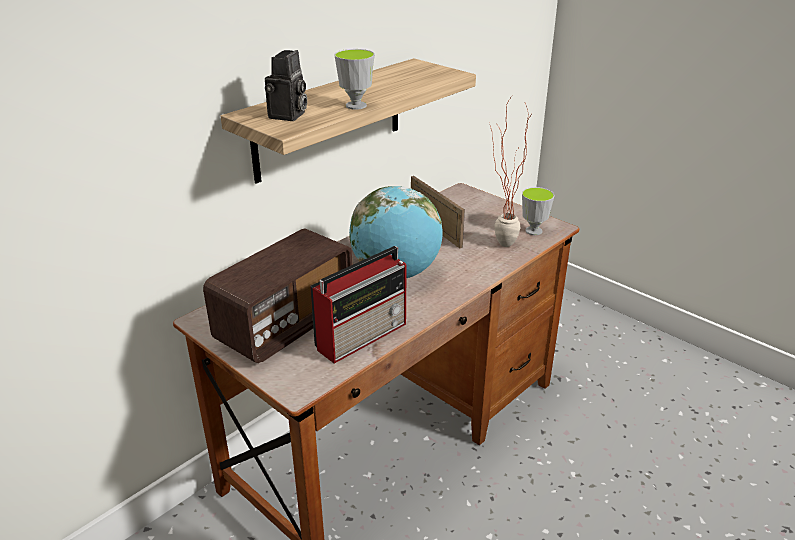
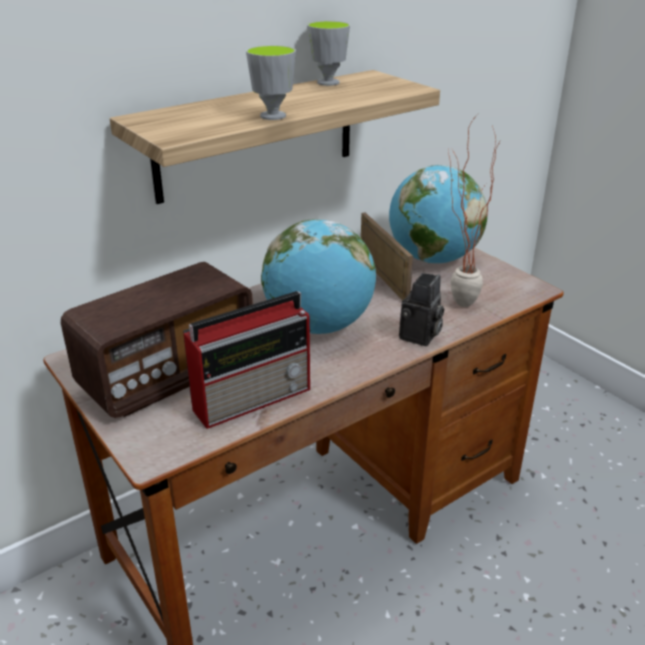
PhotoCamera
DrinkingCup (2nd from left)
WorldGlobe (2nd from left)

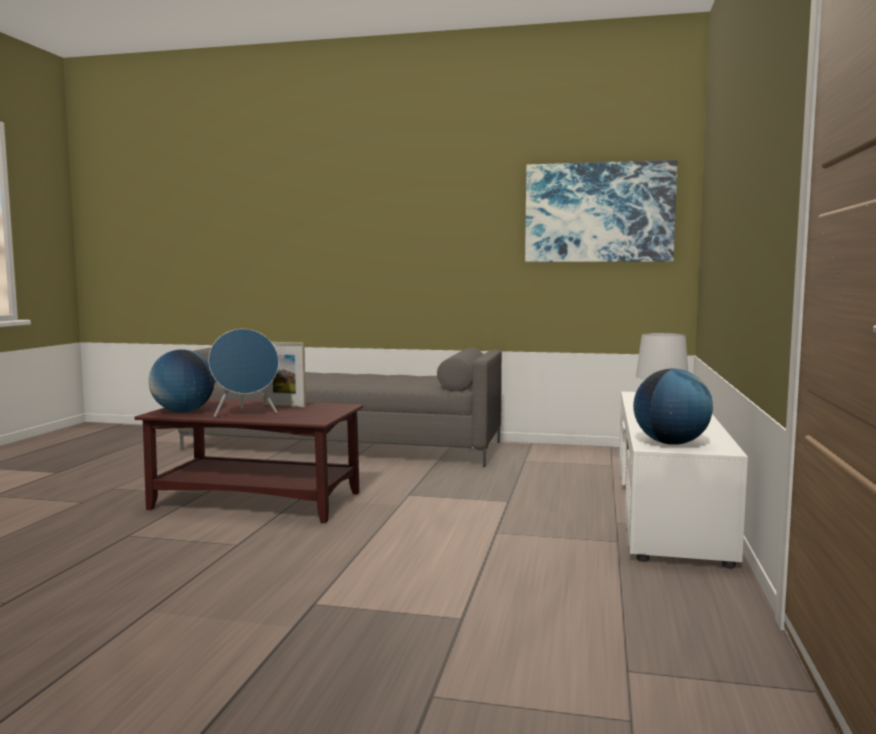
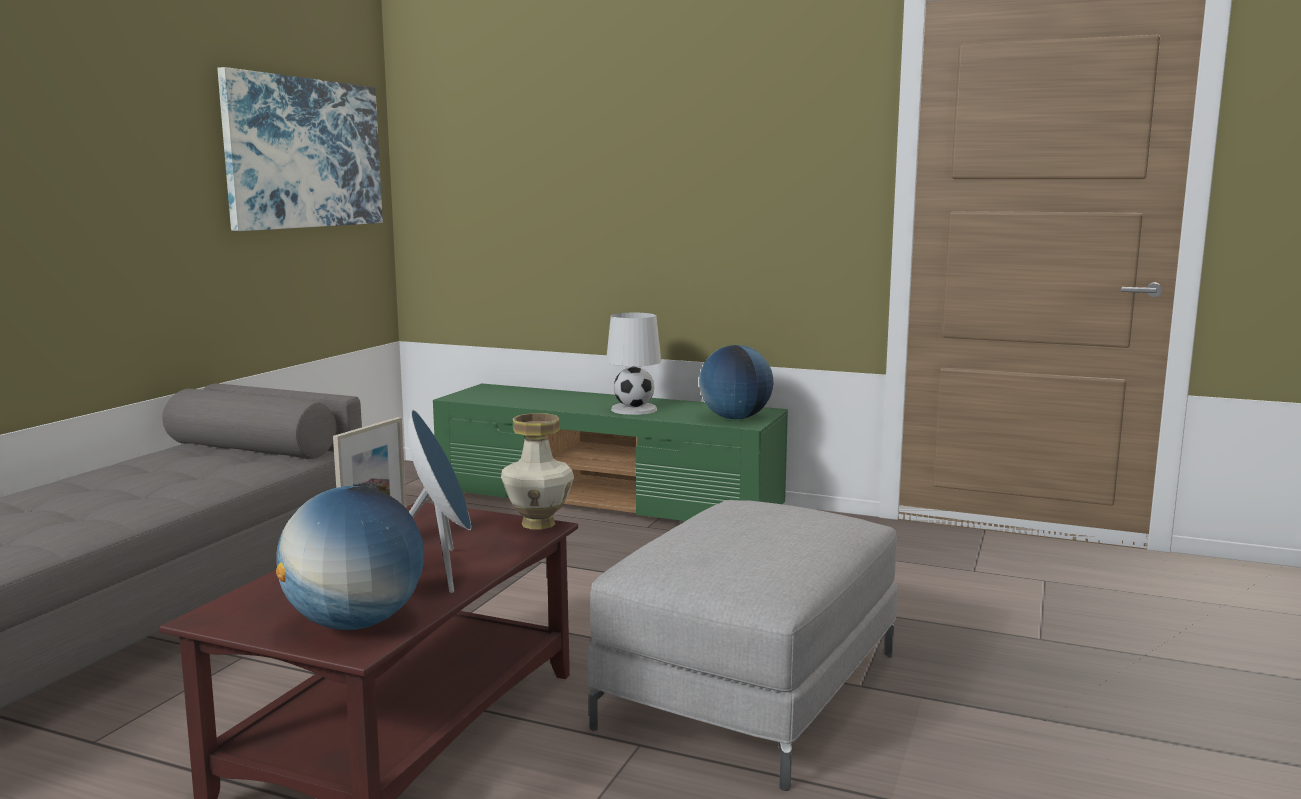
GreenTvUnit
Vase
GreyPouffe

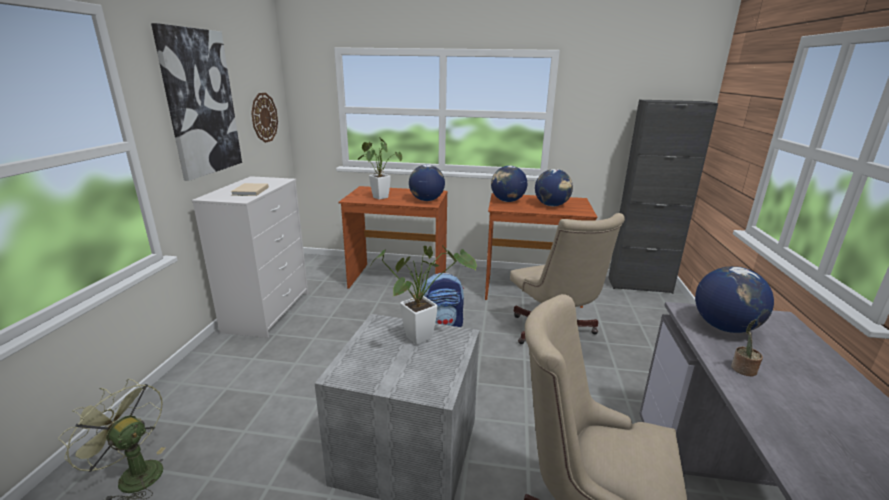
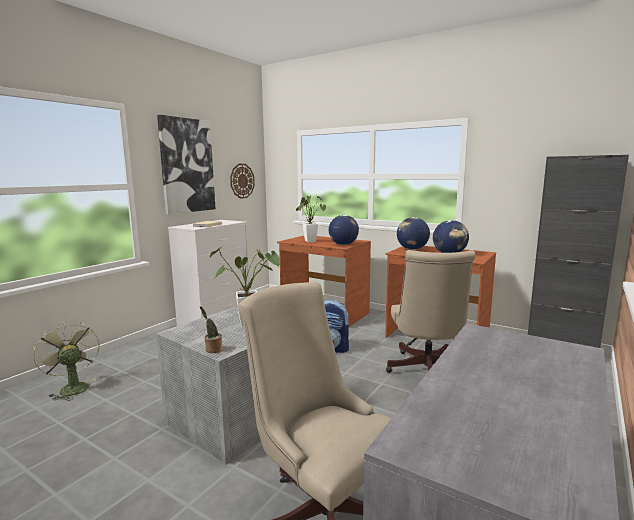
WorldGlobe (4th from left in the first image)
PlantInAPot (1st from left)

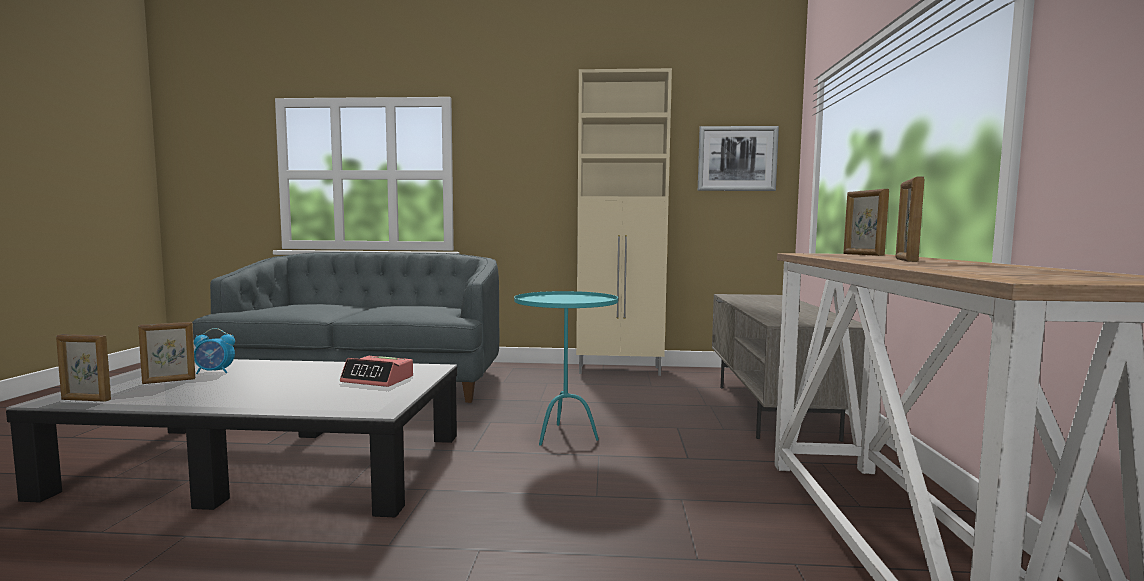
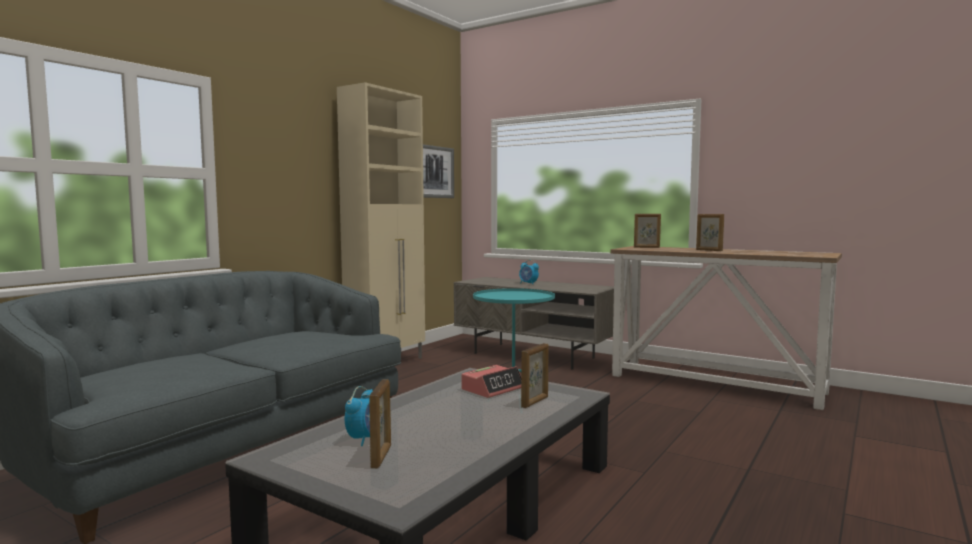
StandingFrame (2nd from left)
AlarmClock (3rd from left)

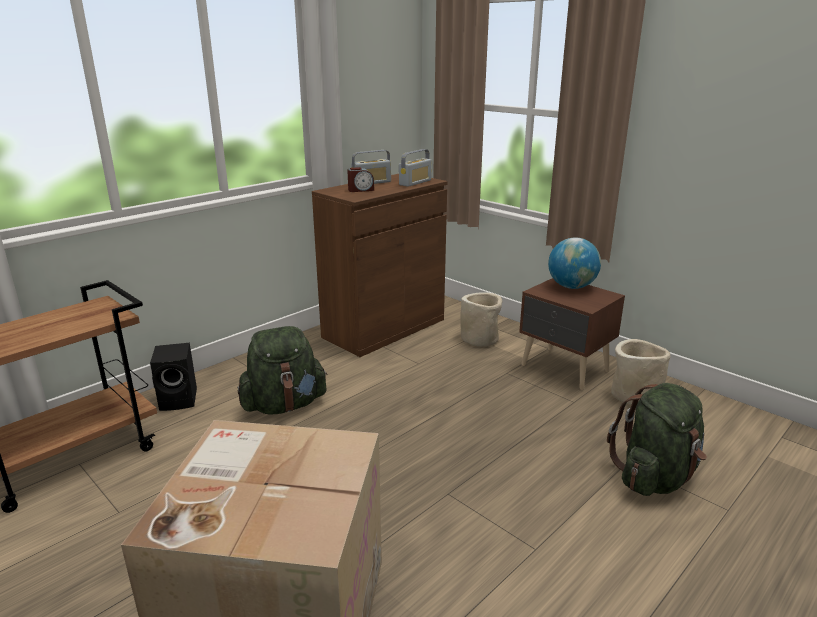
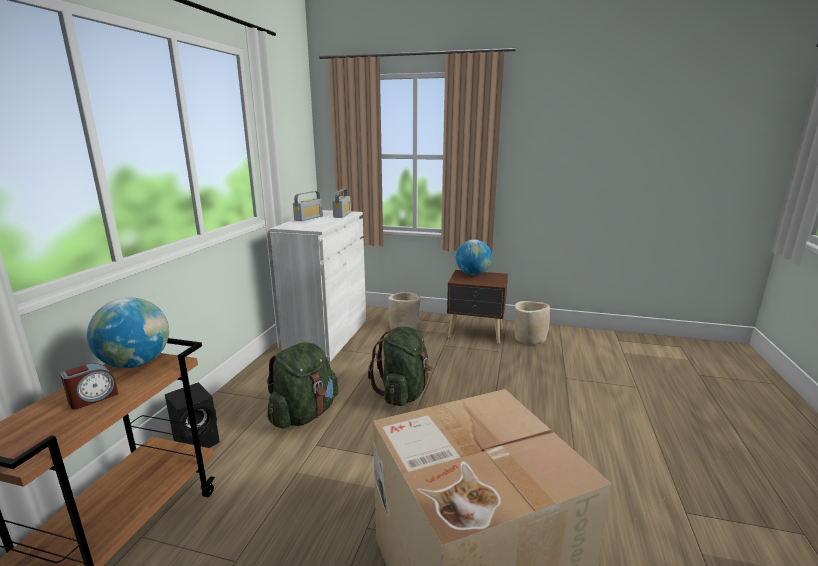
AlarmClock
WhiteStorageCabinet
GreenBackpack (2nd from left)
WorldGlobe (1st from left)

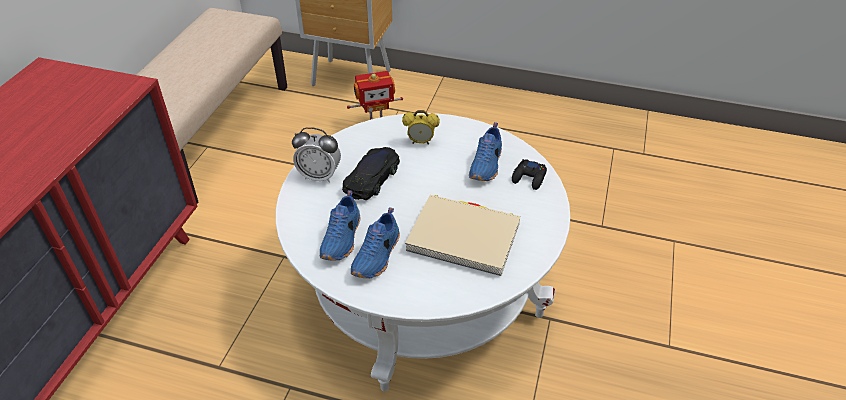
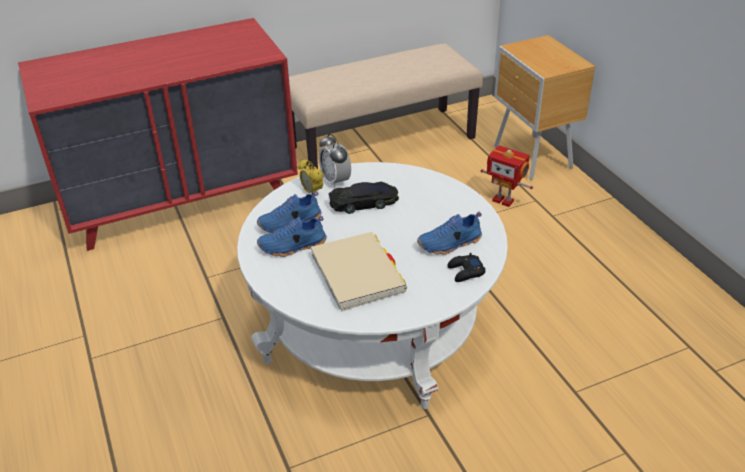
AlarmClock (1st from left)

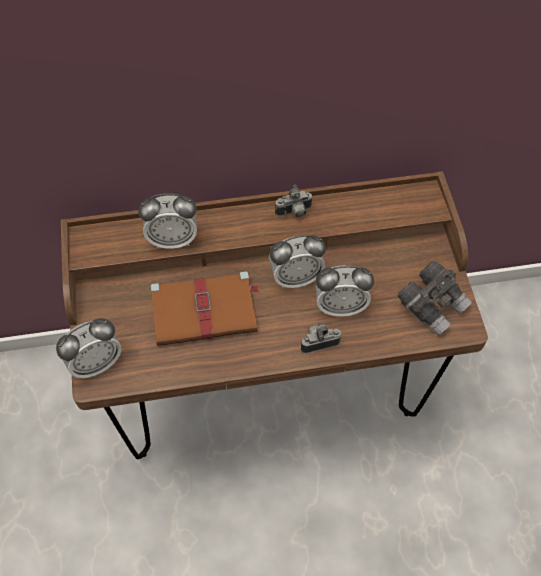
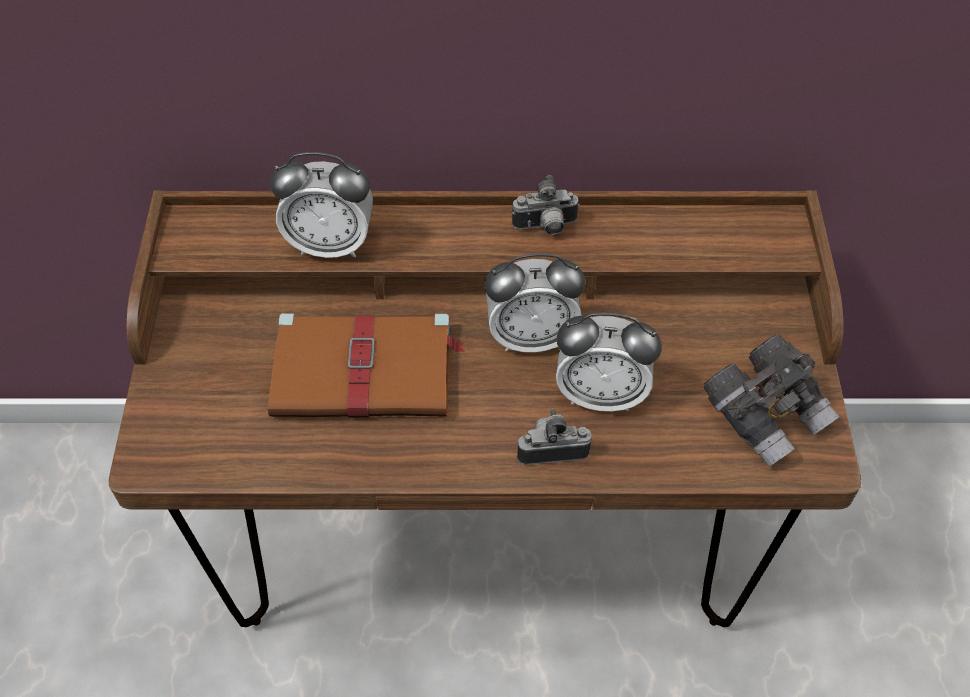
AlarmClock (1st from left in the first image)

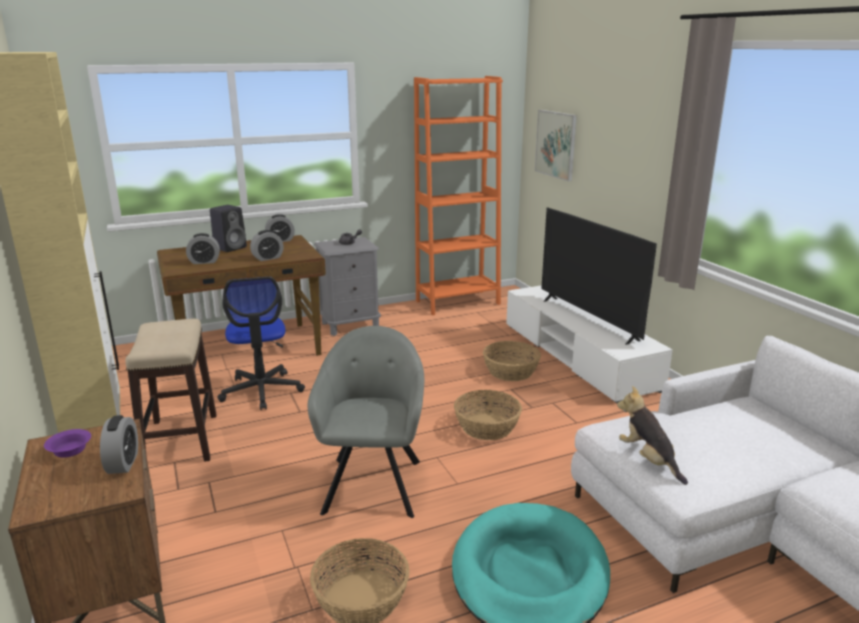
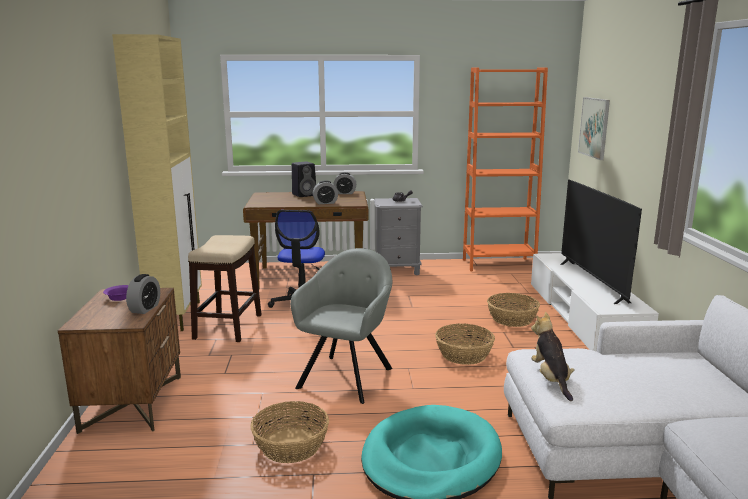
AlarmClock (2nd from left in the first image)

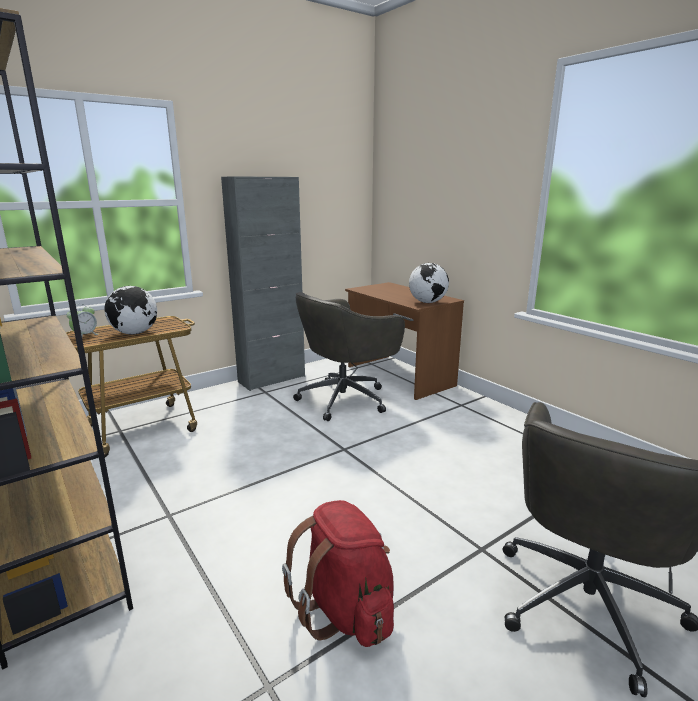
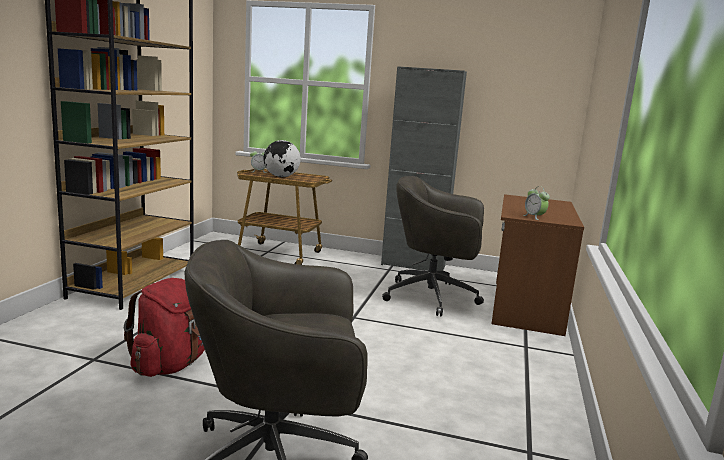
AlarmClock (2nd from left)

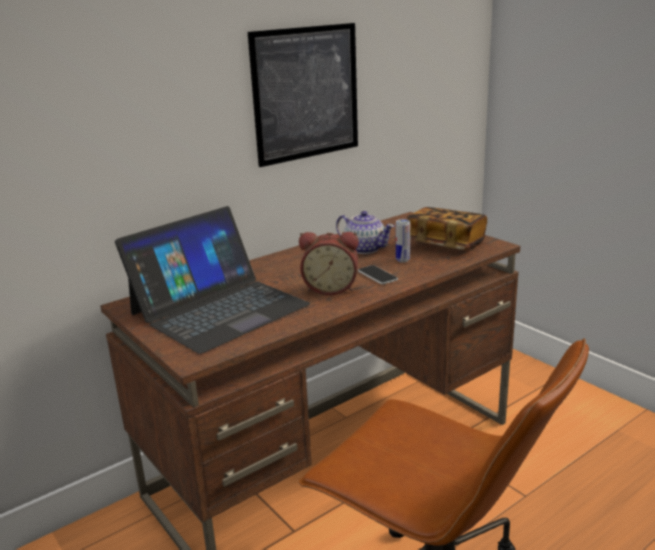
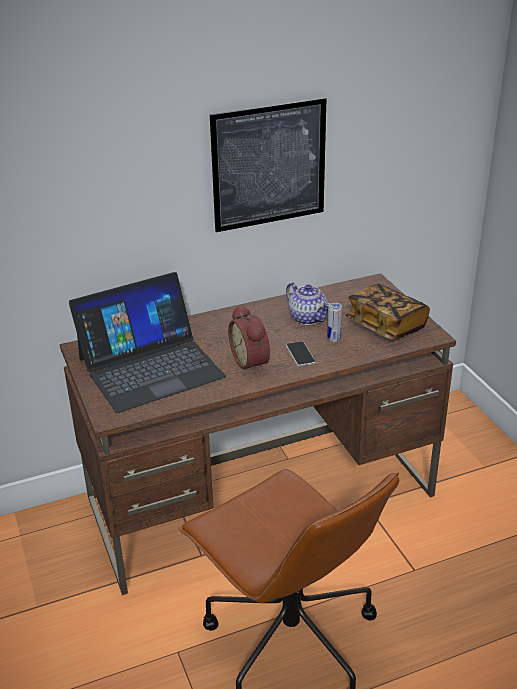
AlarmClock

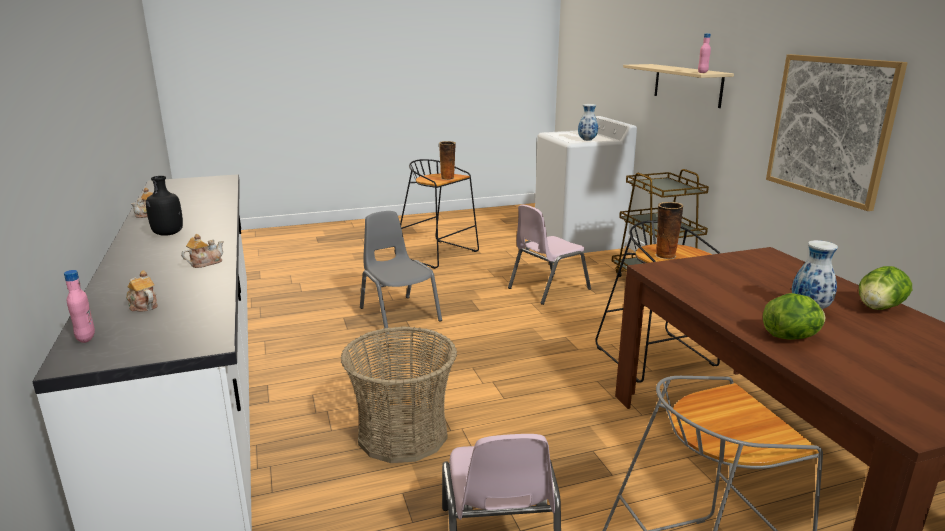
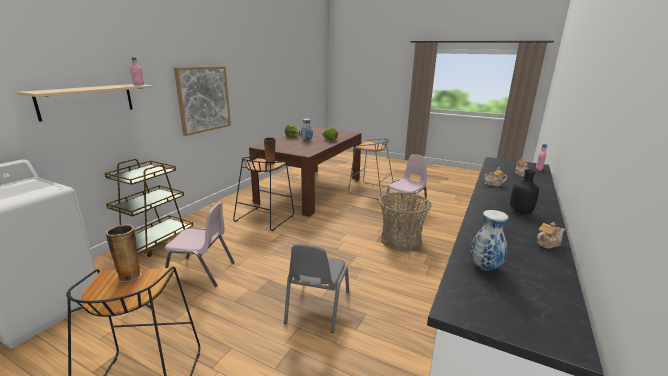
Vase (4th from left)

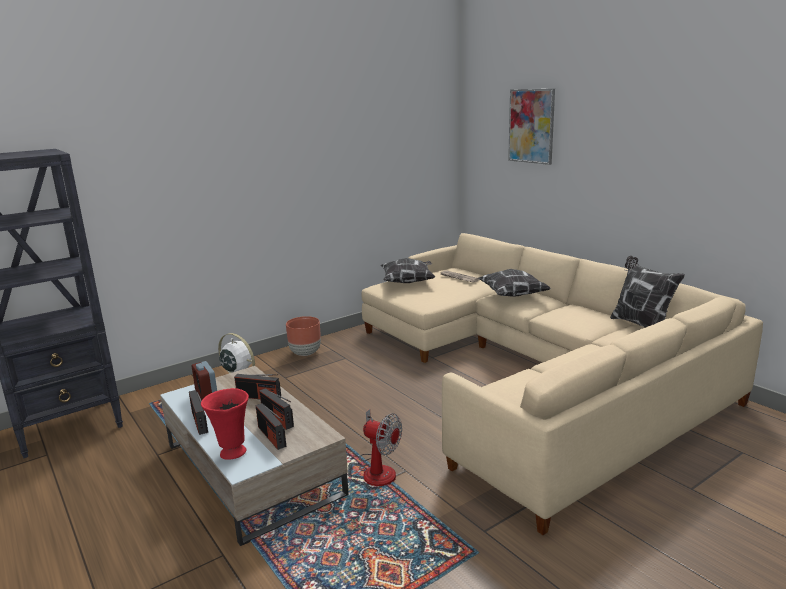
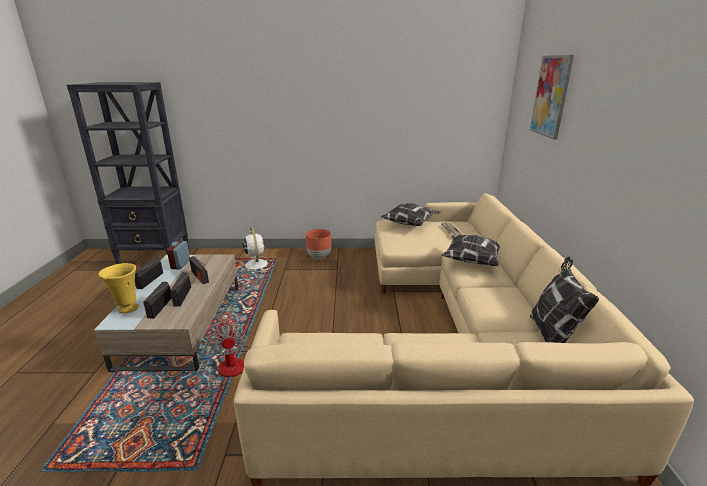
YellowColouredVase

